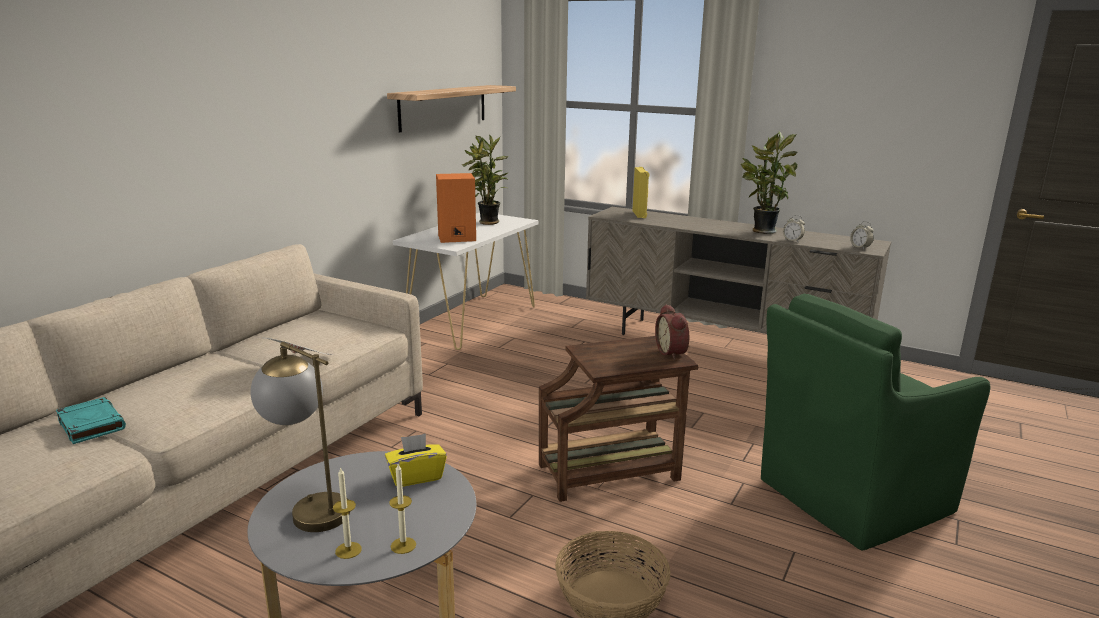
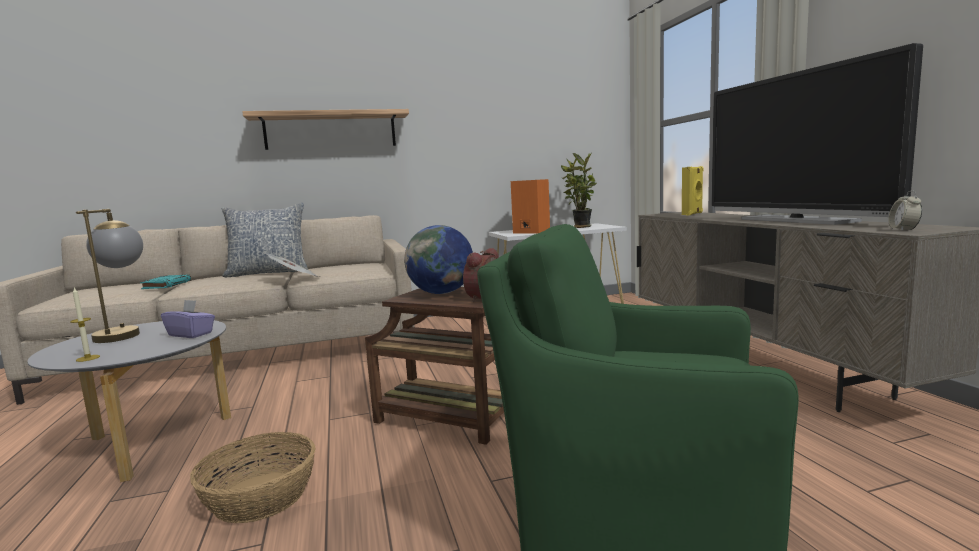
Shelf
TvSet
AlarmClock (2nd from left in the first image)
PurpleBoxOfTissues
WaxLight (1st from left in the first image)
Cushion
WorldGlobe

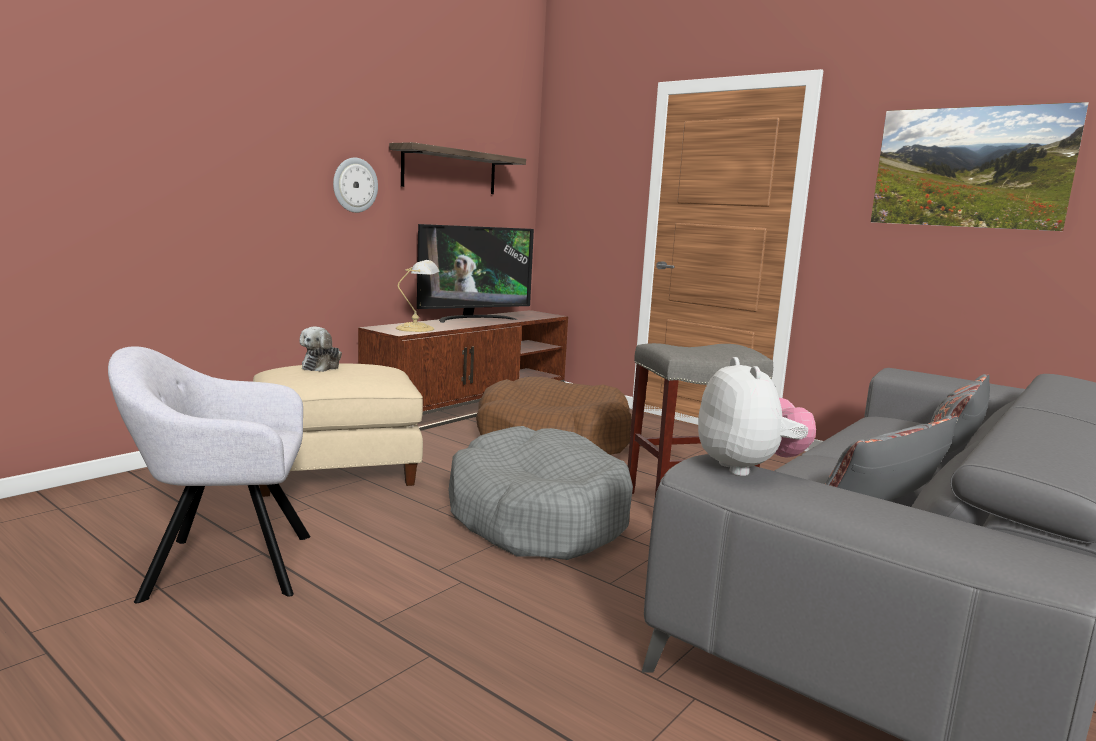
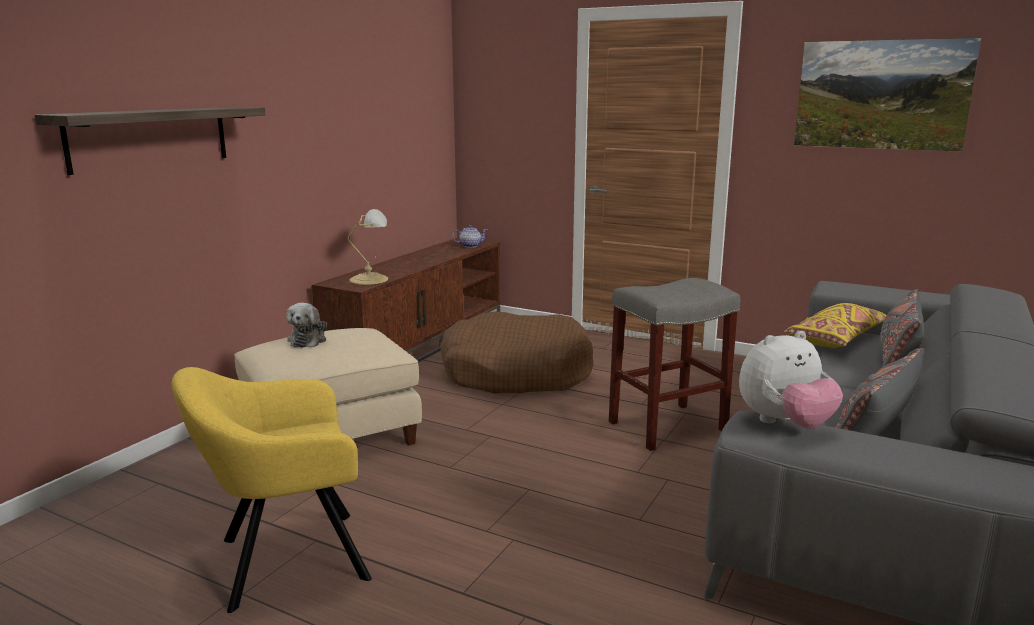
Shelf
ClockOnTheWall
TvSet
YellowColouredEasyChair
CuddlyToy (2nd from left)
GreyDogCushion
Teapot
YellowColouredCushion

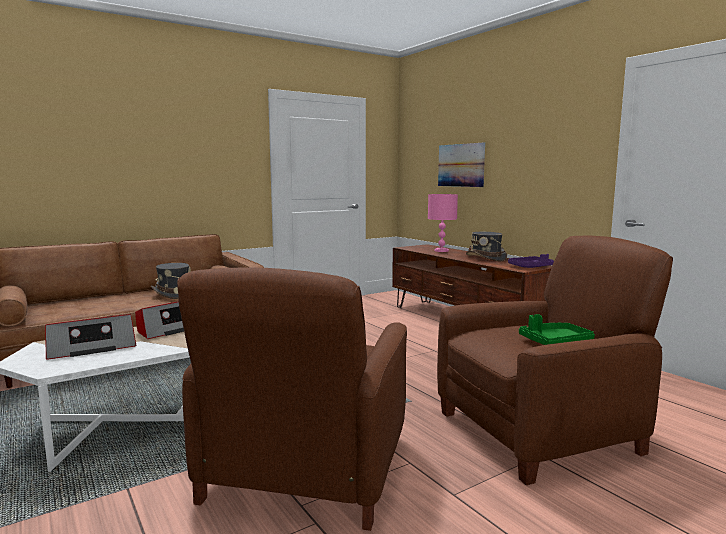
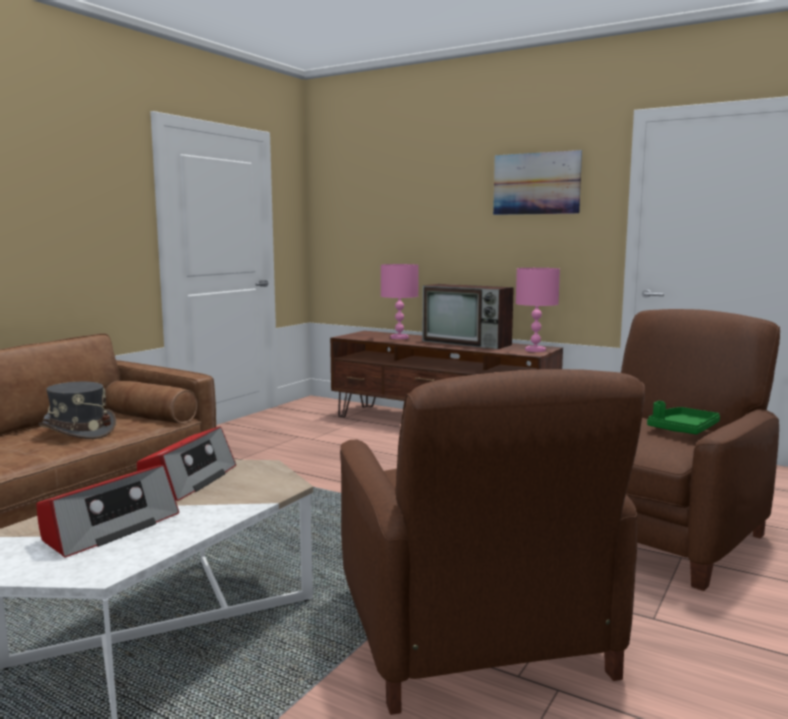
WallArt
TvSet
PinkTableLamp (2nd from left)

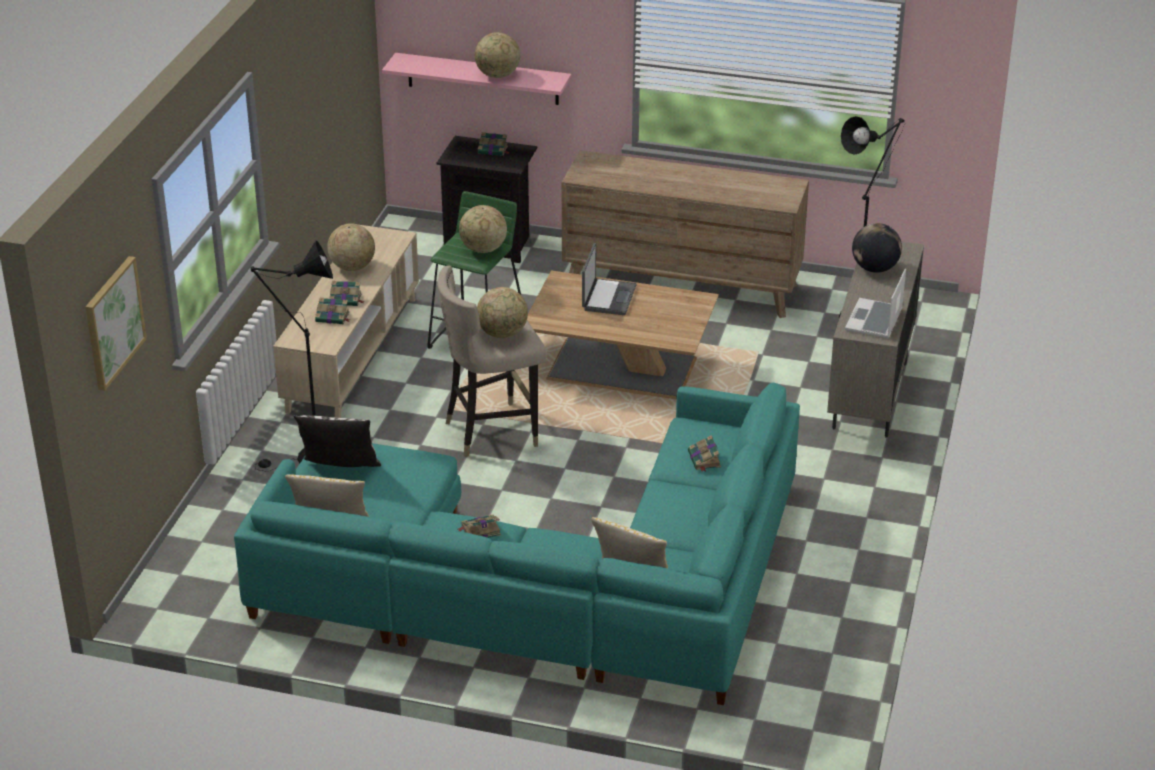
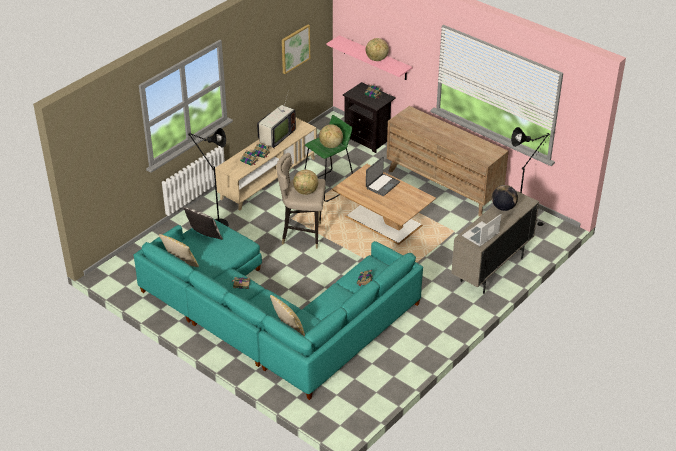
TvSet
WallArt

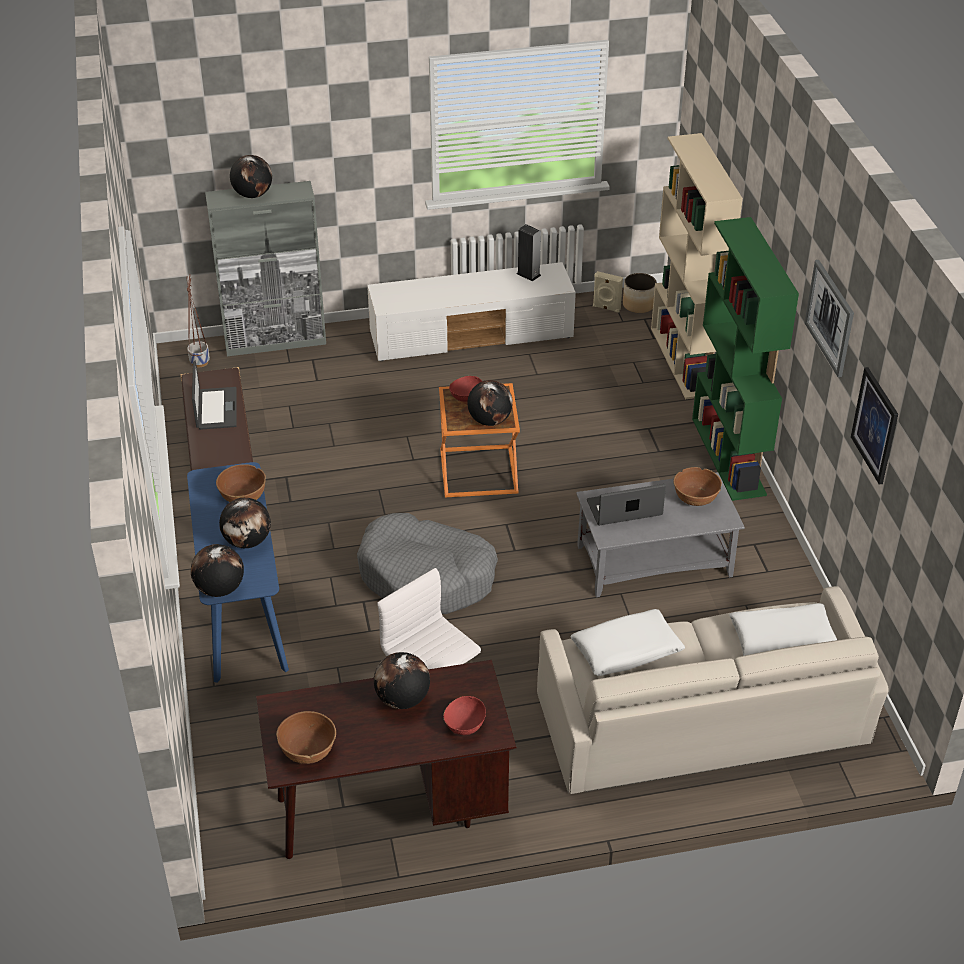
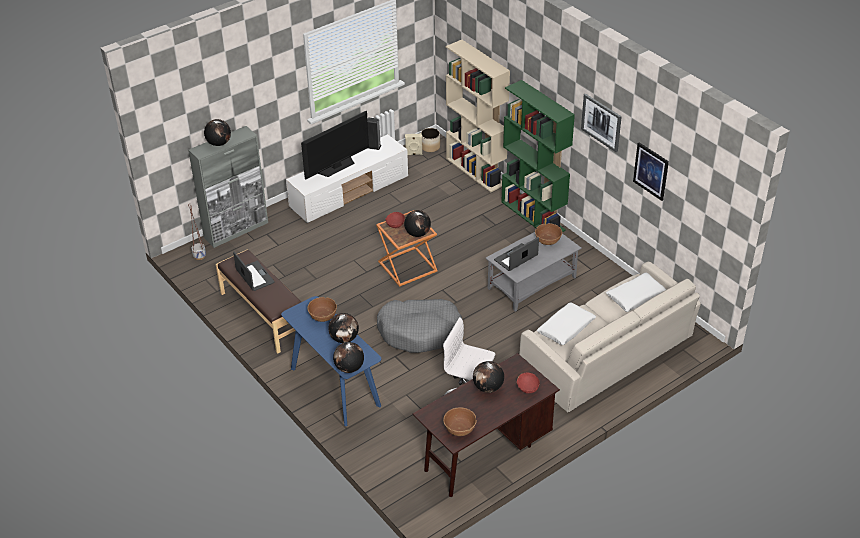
TvSet

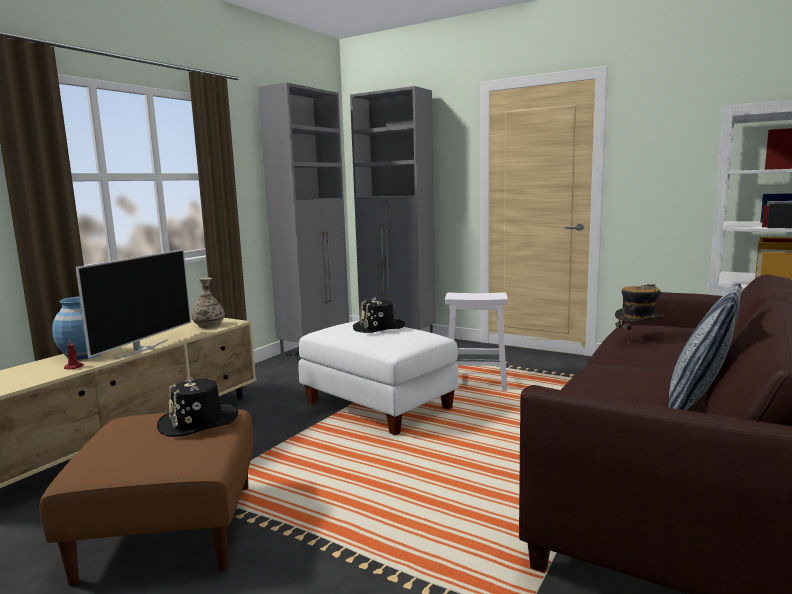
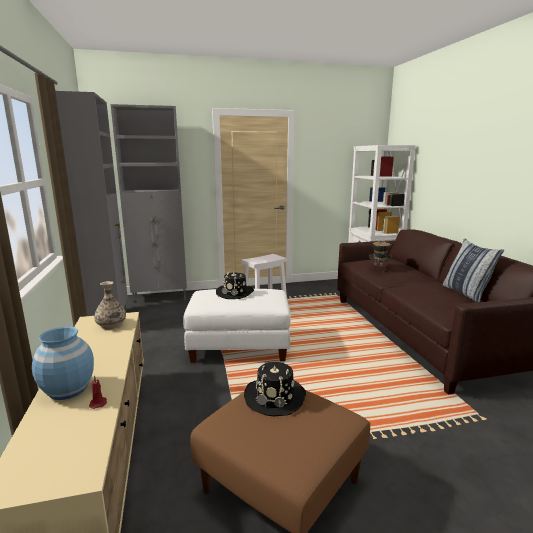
TvSet

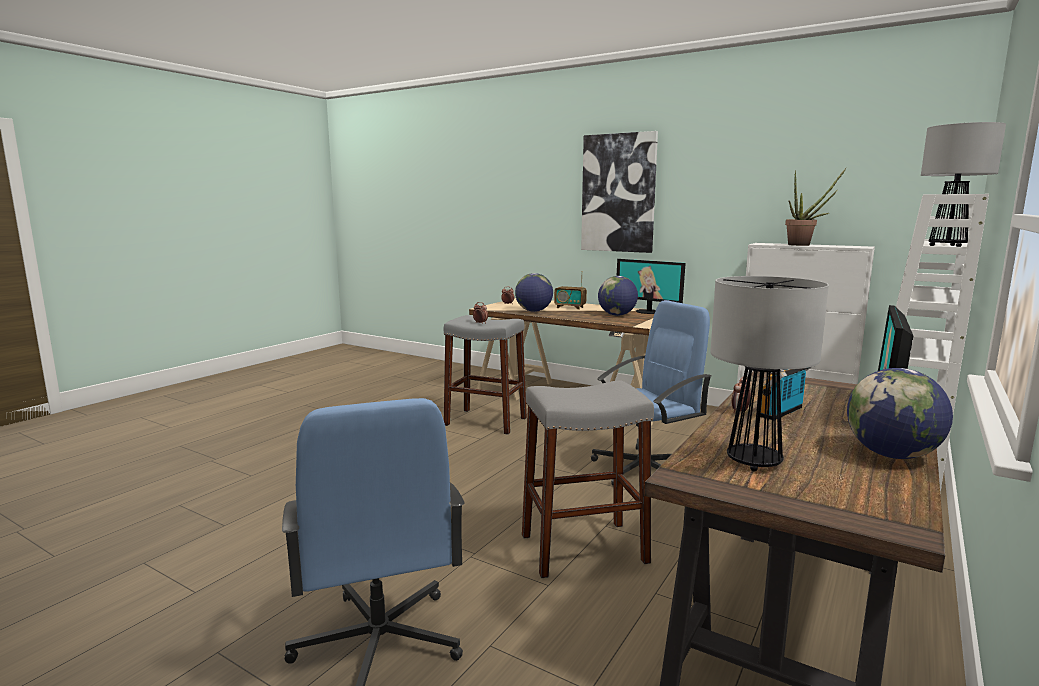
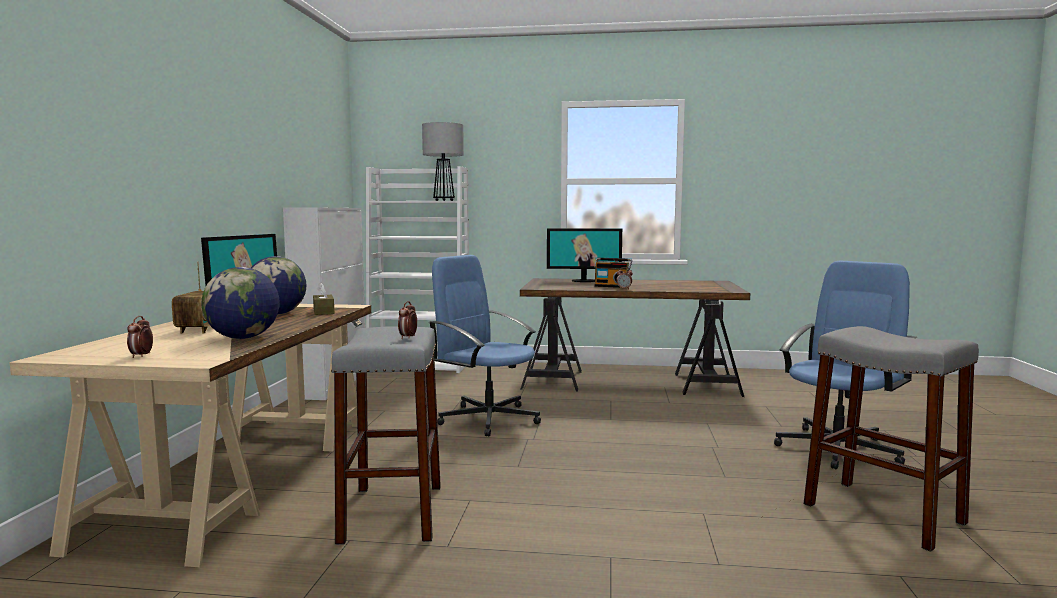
WallArt
PlantInAPot
TableLamp (1st from left in the first image)
WorldGlobe (3rd from left in the first image)
GreyStoolSeat (2nd from left)
BrownColouredBoxOfTissues

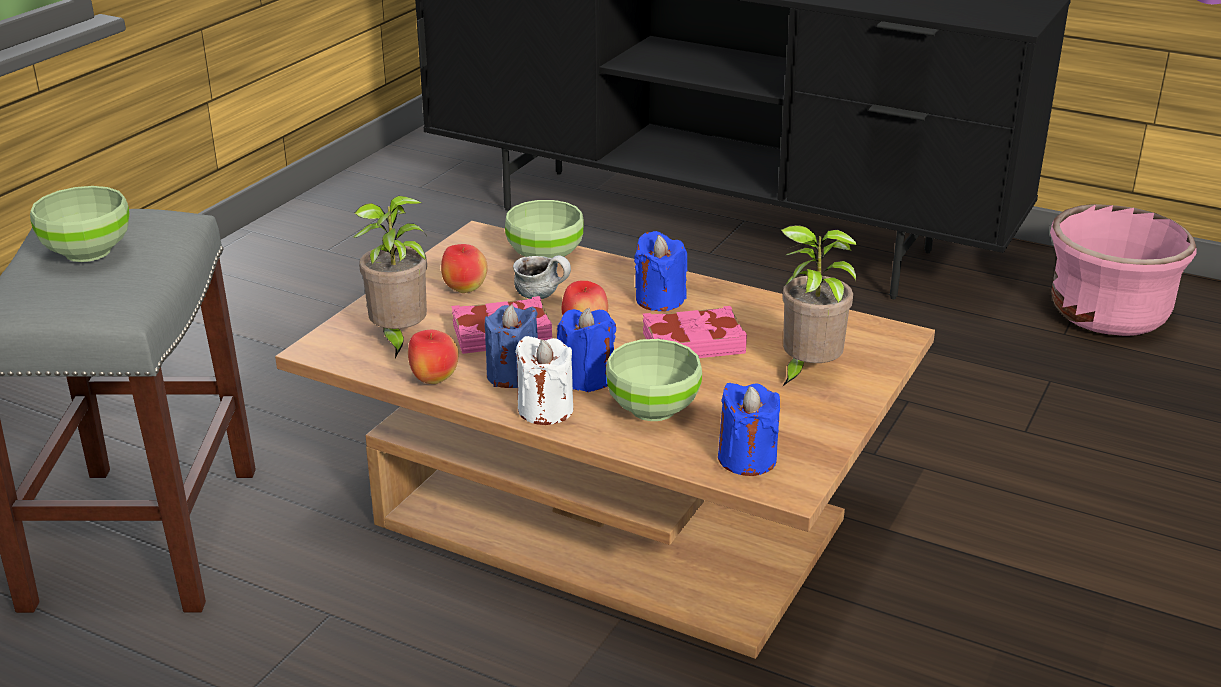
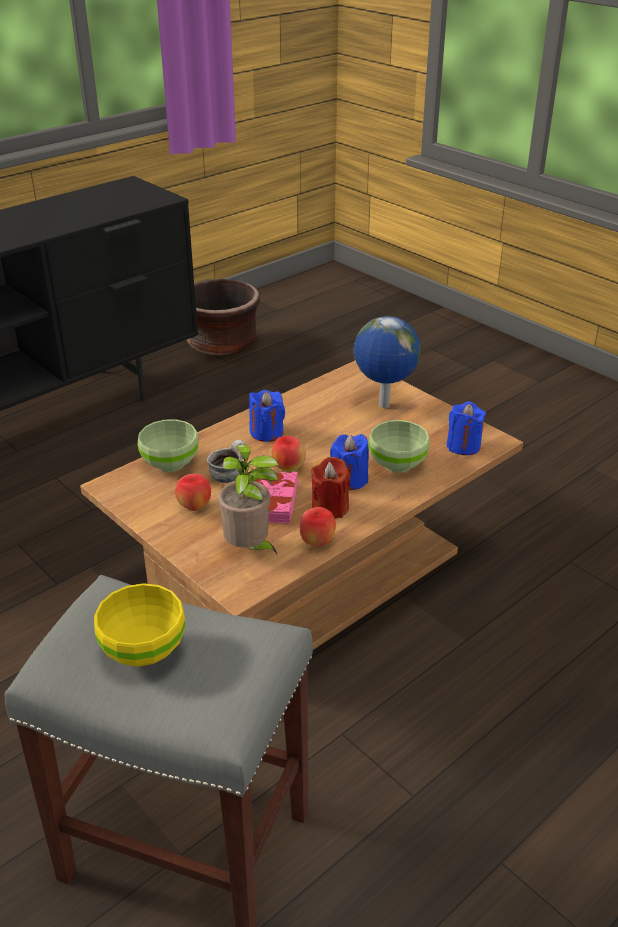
YellowColouredBowl
BrownColouredFlowerPot
WorldGlobe
ReddishWaxLight
PinkBook (2nd from left in the first image)
WhiteWaxLight

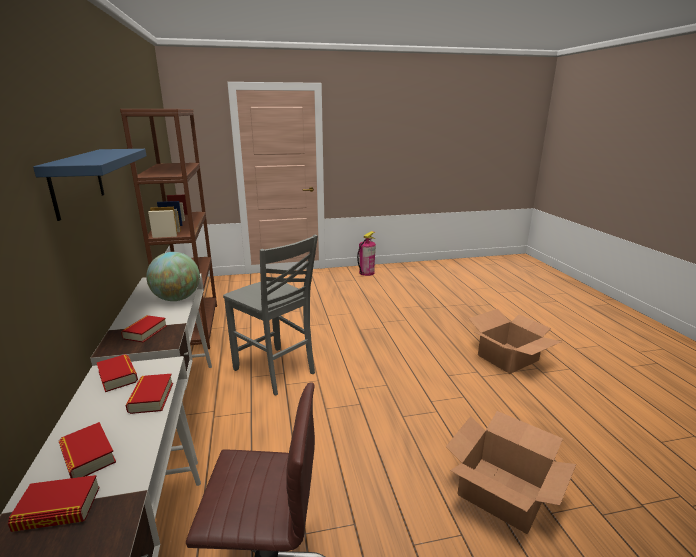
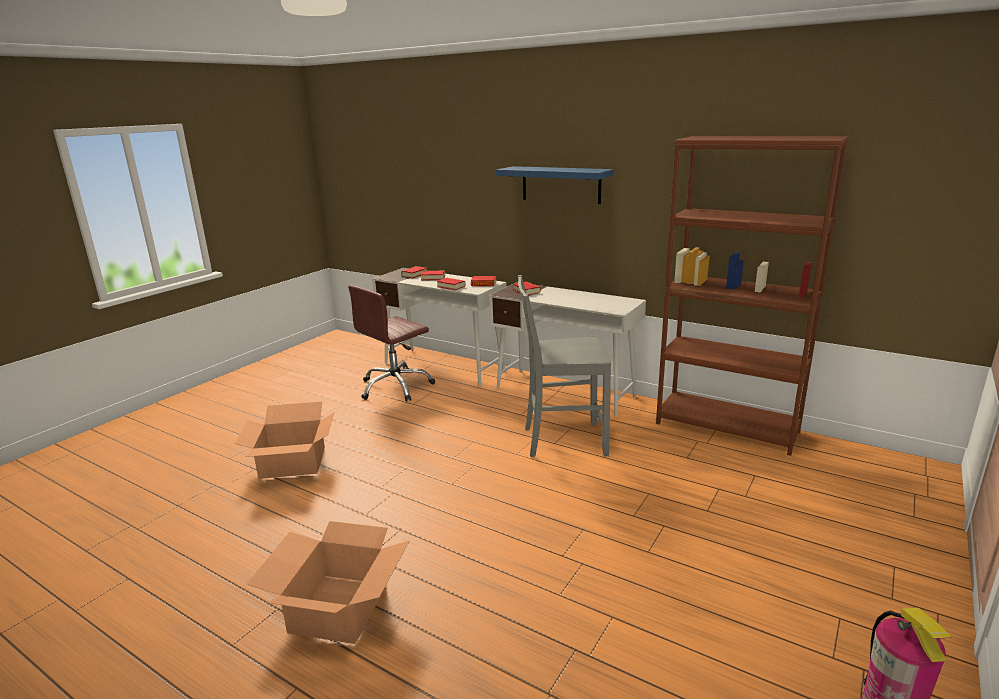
WorldGlobe

